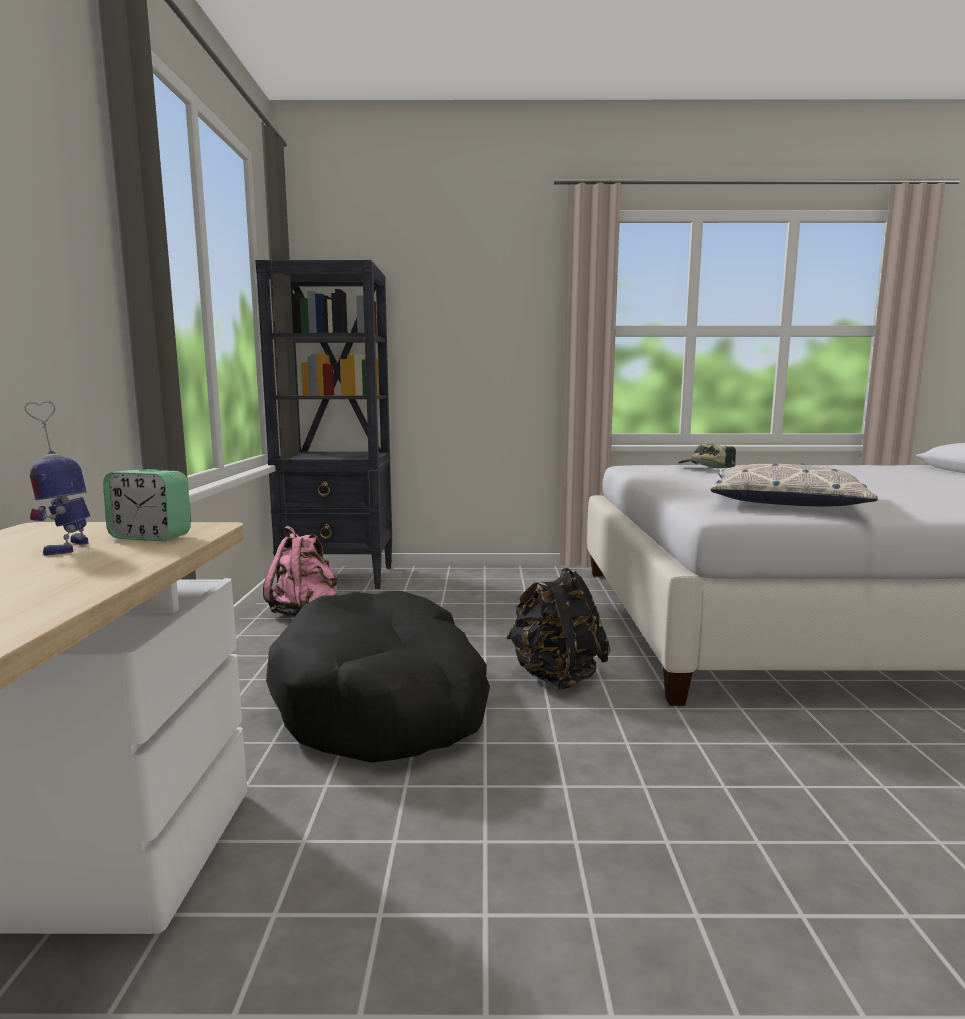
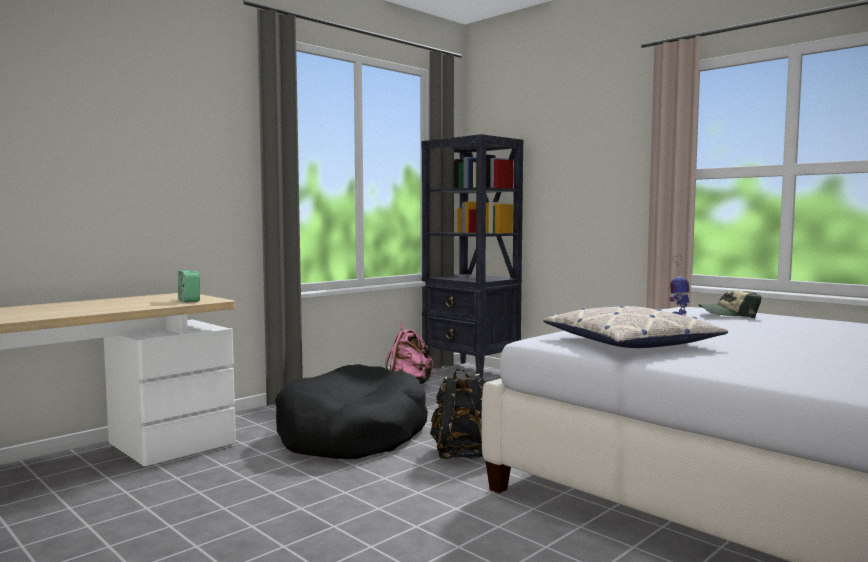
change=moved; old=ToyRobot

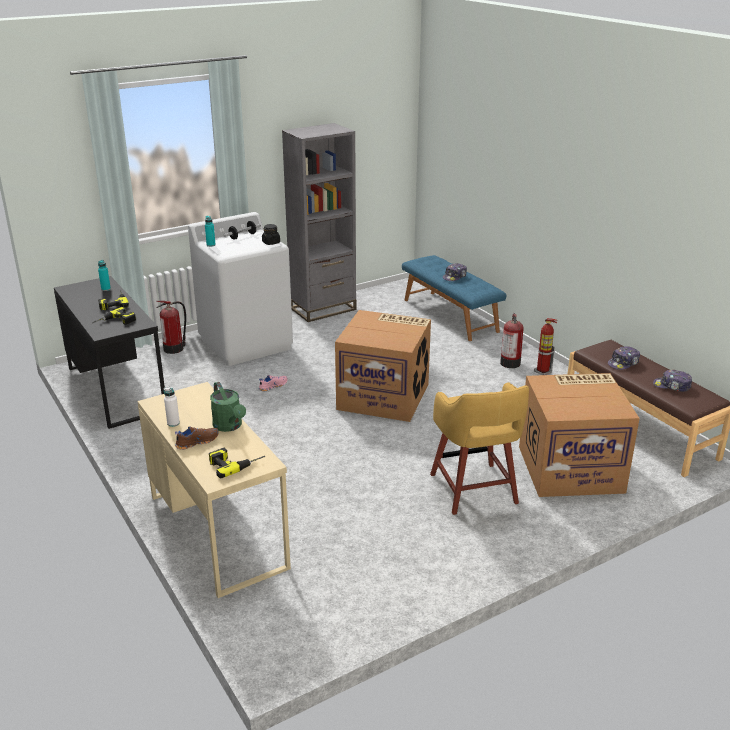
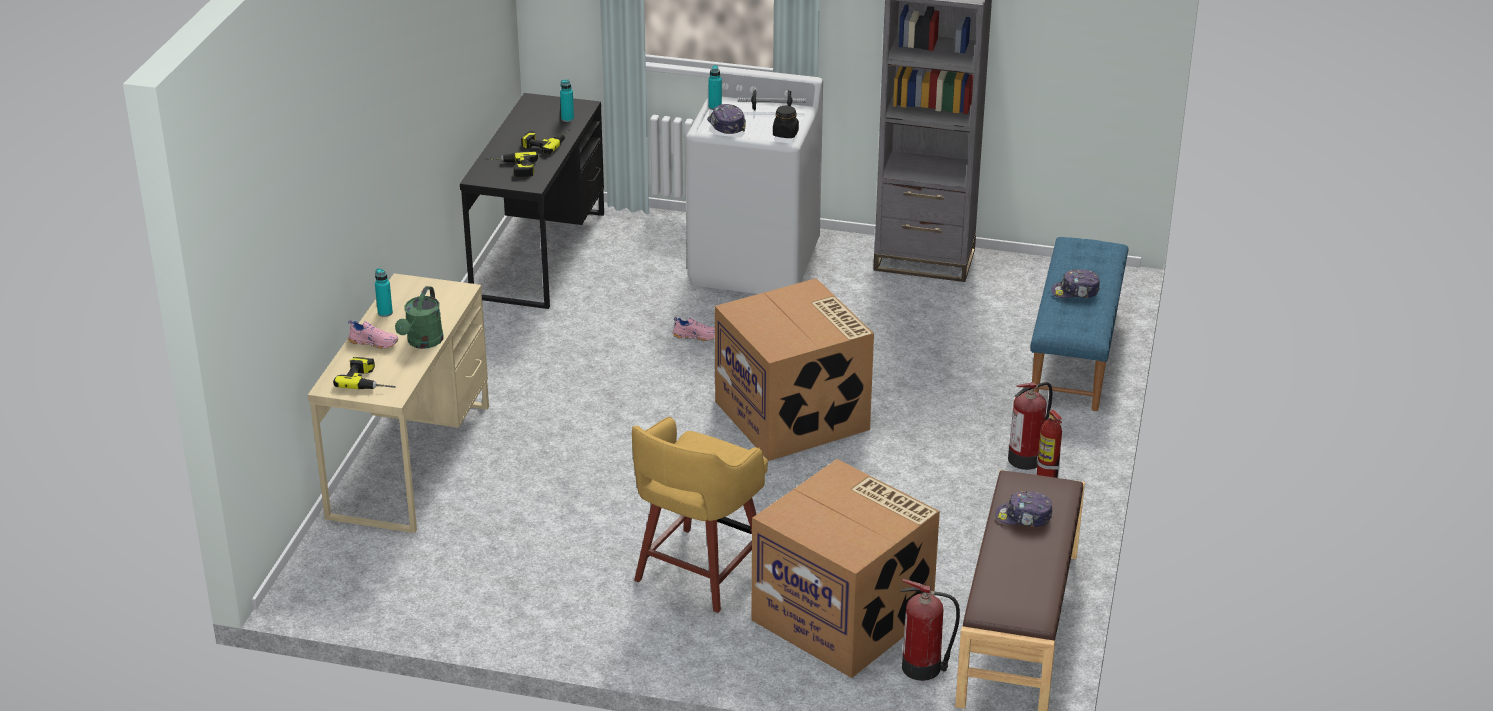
change=moved; old=FireExtinguisher (1st from left)
change=moved; old=Cap (3rd from left in the first image); new=Cap (1st from left)
change=recoloured; old=WhiteBottle; new=TurquoiseBottle (1st from left)
change=recoloured; old=BrownShoe; new=PinkShoe (1st from left)

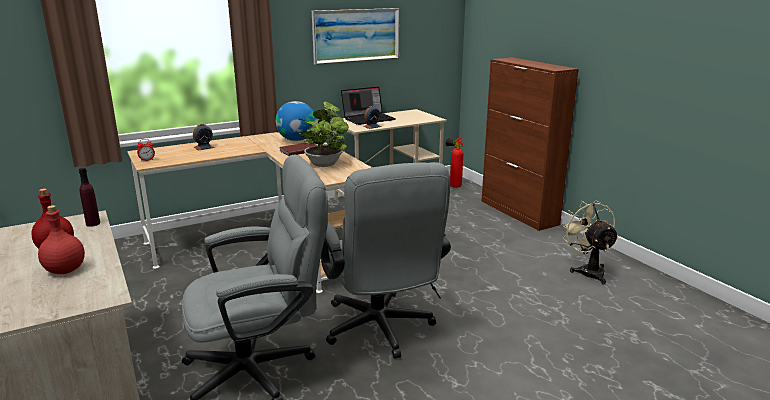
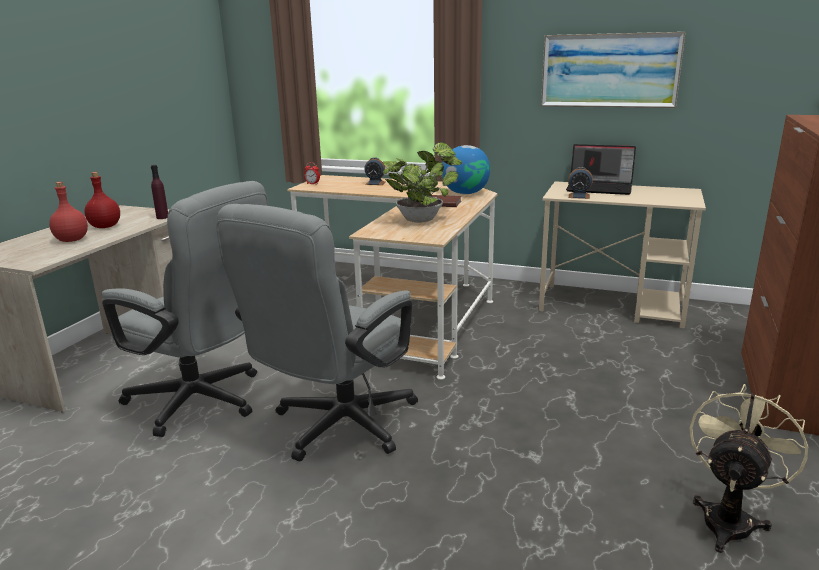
change=removed; old=FireExtinguisher

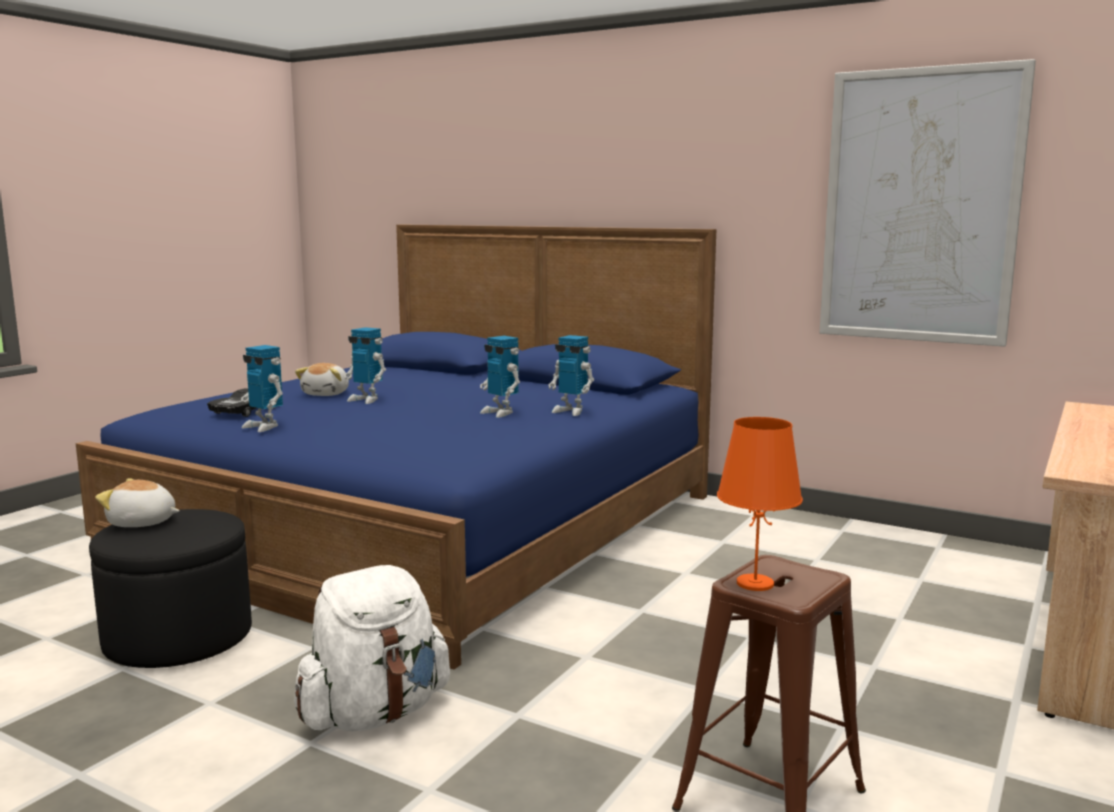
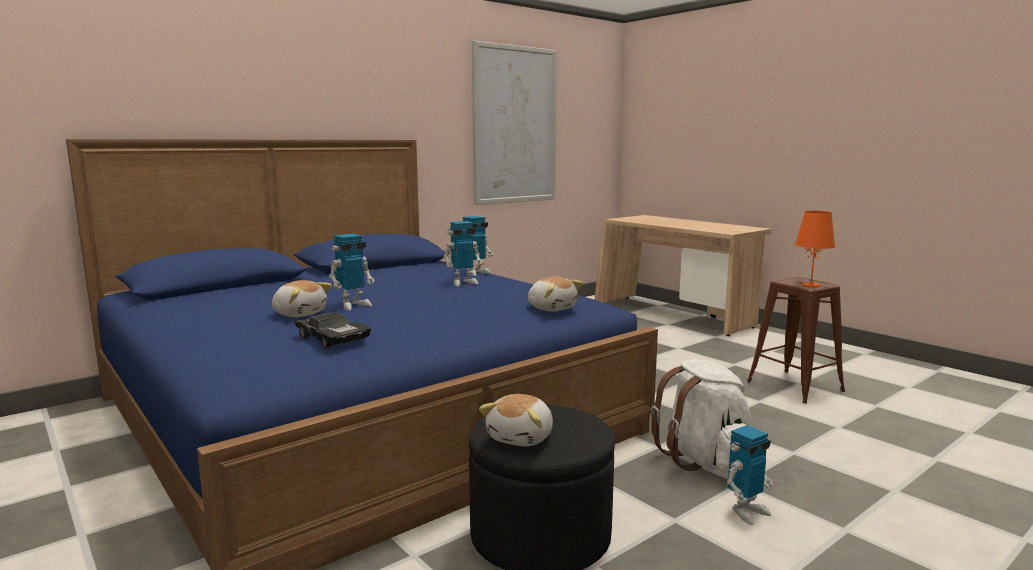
change=added; new=PlushToy (3rd from left)
change=moved; old=ToyRobot (1st from left in the first image); new=ToyRobot (4th from left)

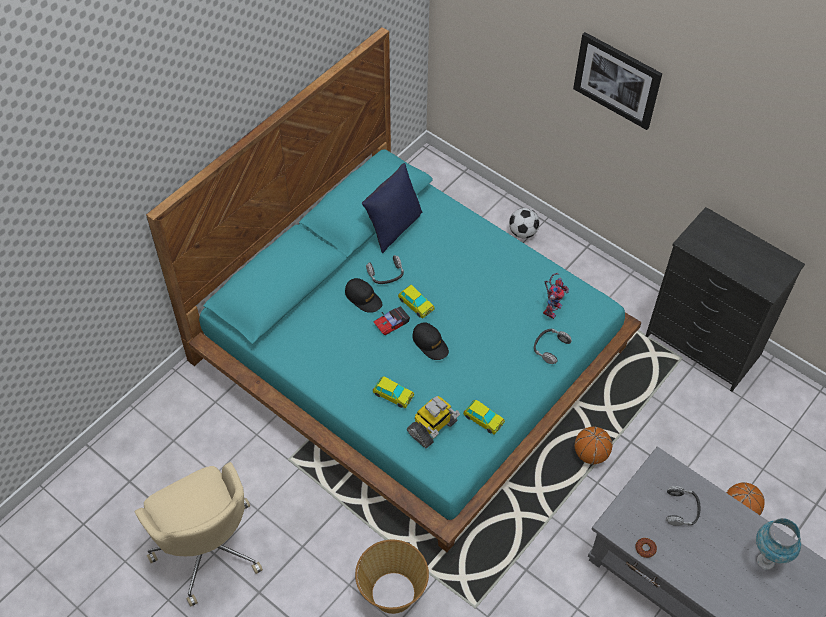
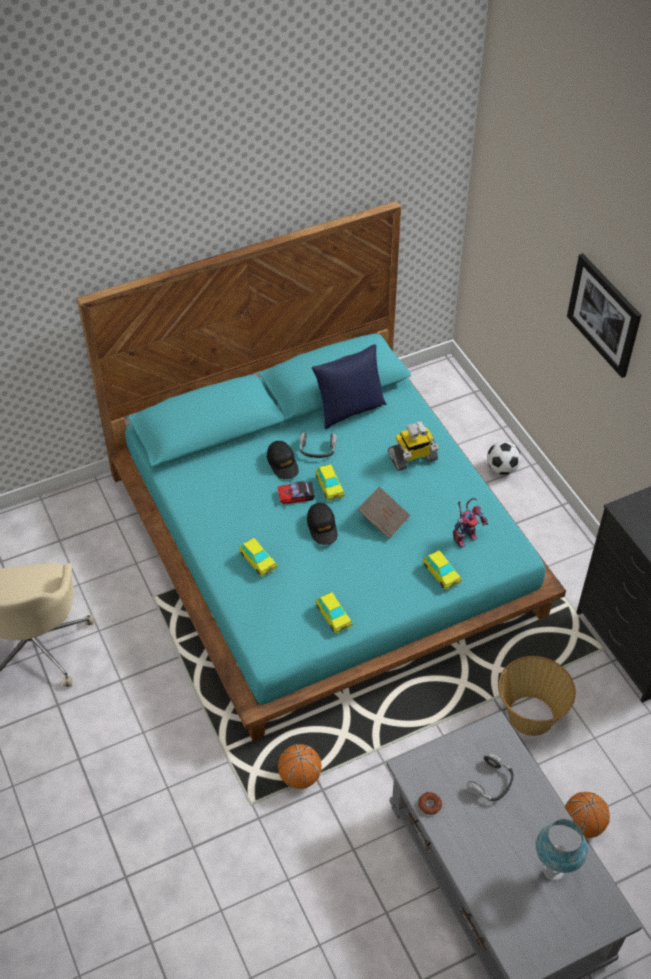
change=added; new=BrownBook
change=moved; old=Basket
change=moved; old=ToyRobot (1st from left)
change=moved; old=Basketball (1st from left)
change=replaced; old=Headphones (2nd from left); new=ToyCar (5th from left)

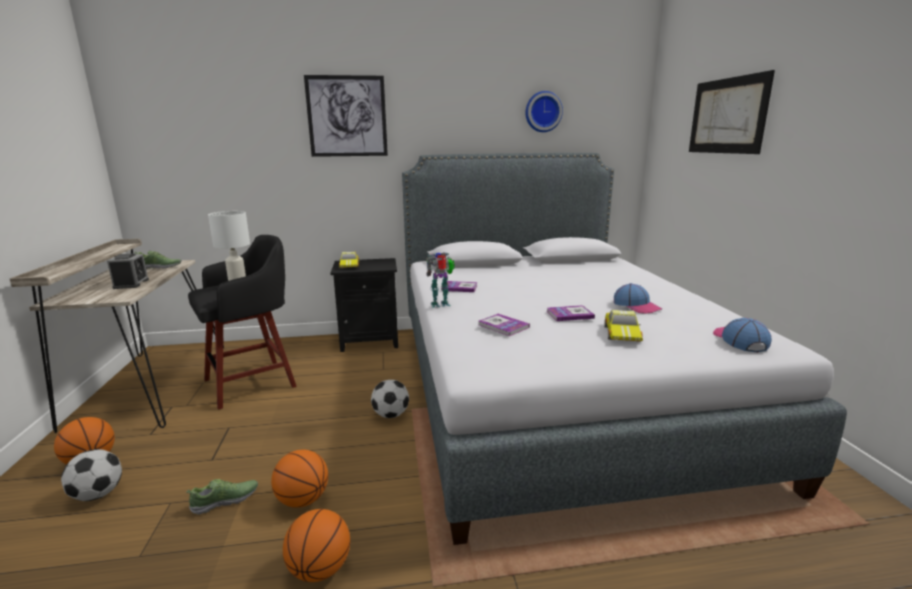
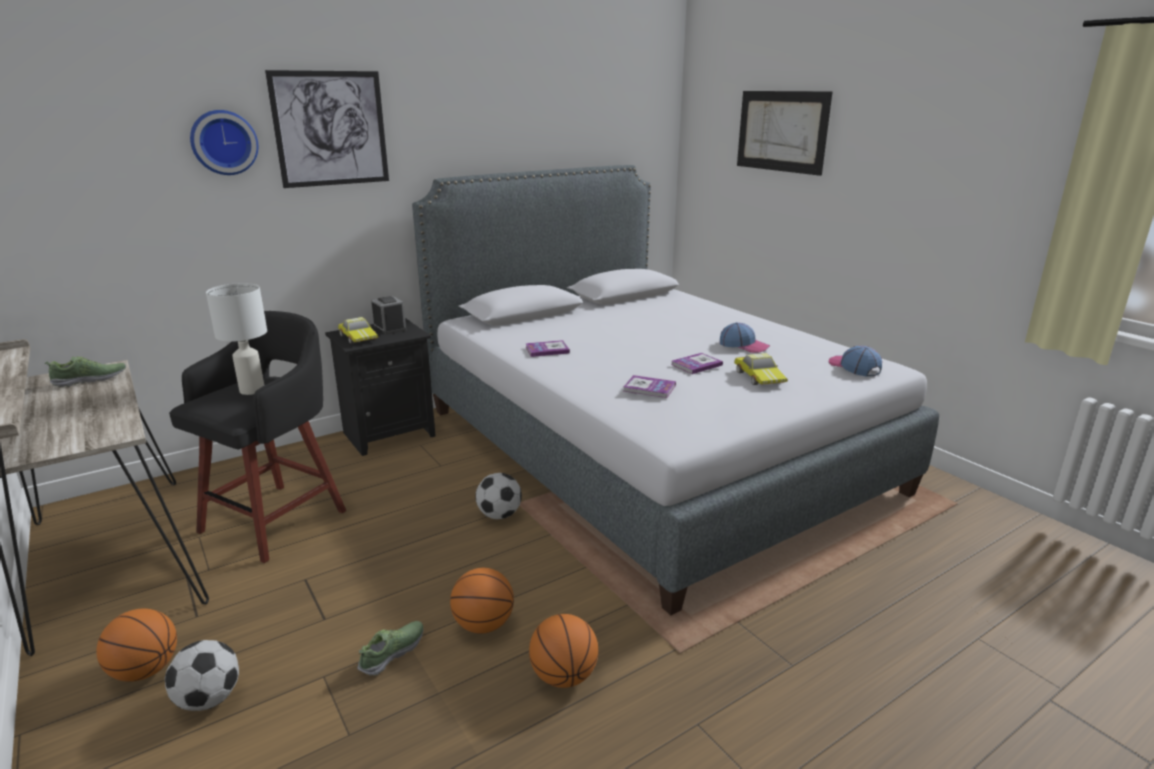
change=removed; old=ToyRobot
change=moved; old=AlarmClock
change=moved; old=WallClock

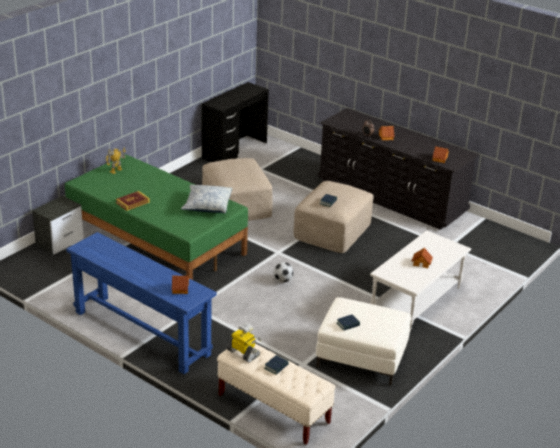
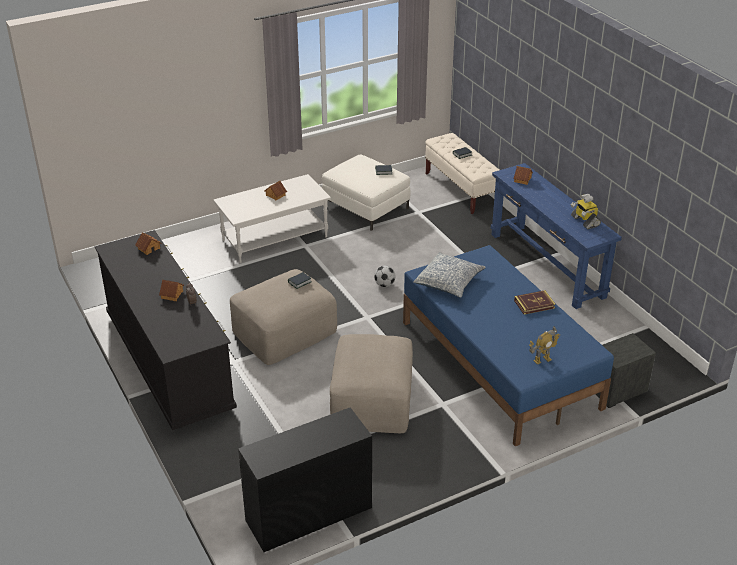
change=moved; old=ToyRobot (2nd from left)
change=recoloured; old=GreenBed; new=BlueBed

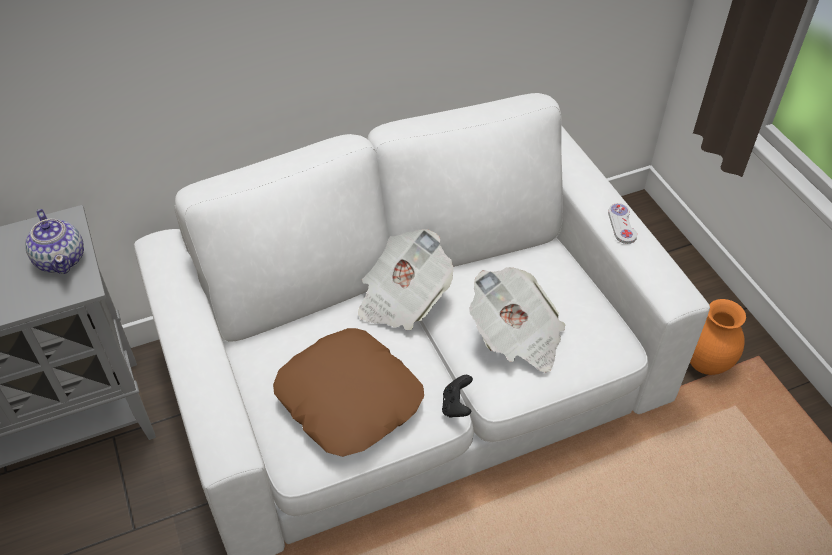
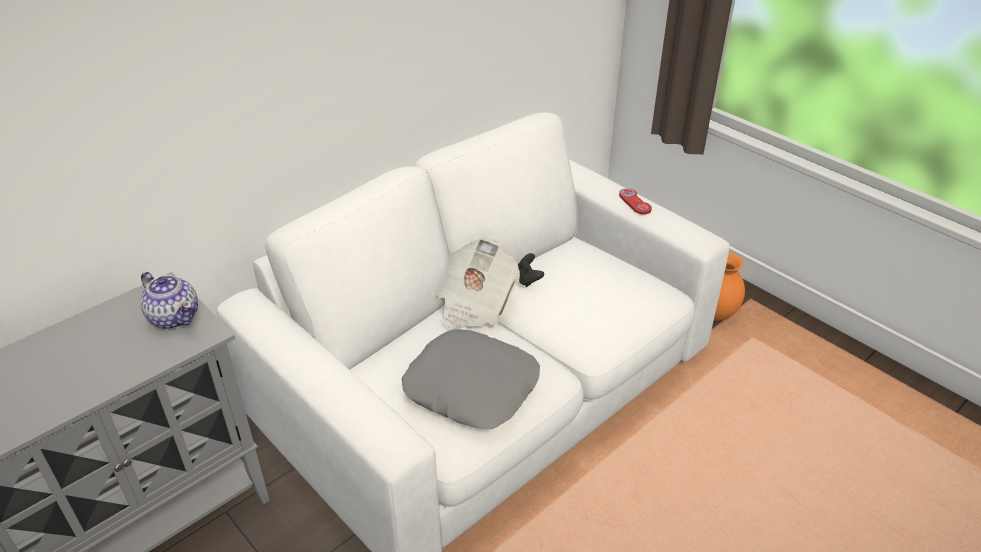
change=removed; old=Newspaper (2nd from left)
change=moved; old=BlackGameController
change=recoloured; old=BrownPillow; new=GreyPillow
change=recoloured; old=WhiteGameController; new=RedGameController

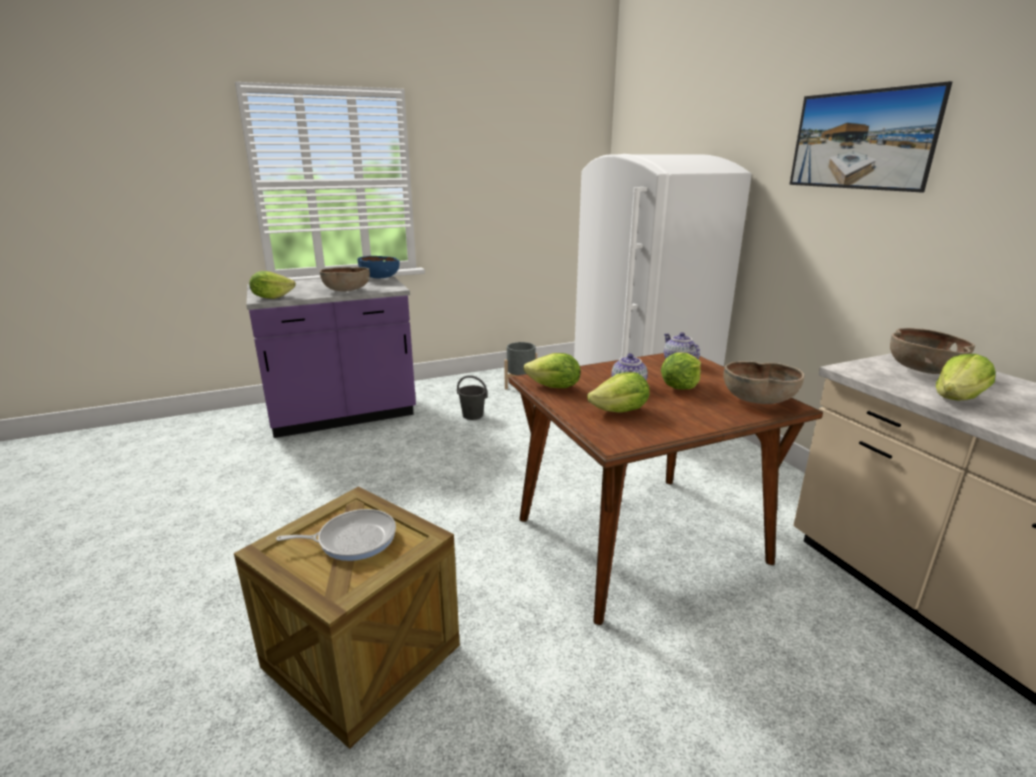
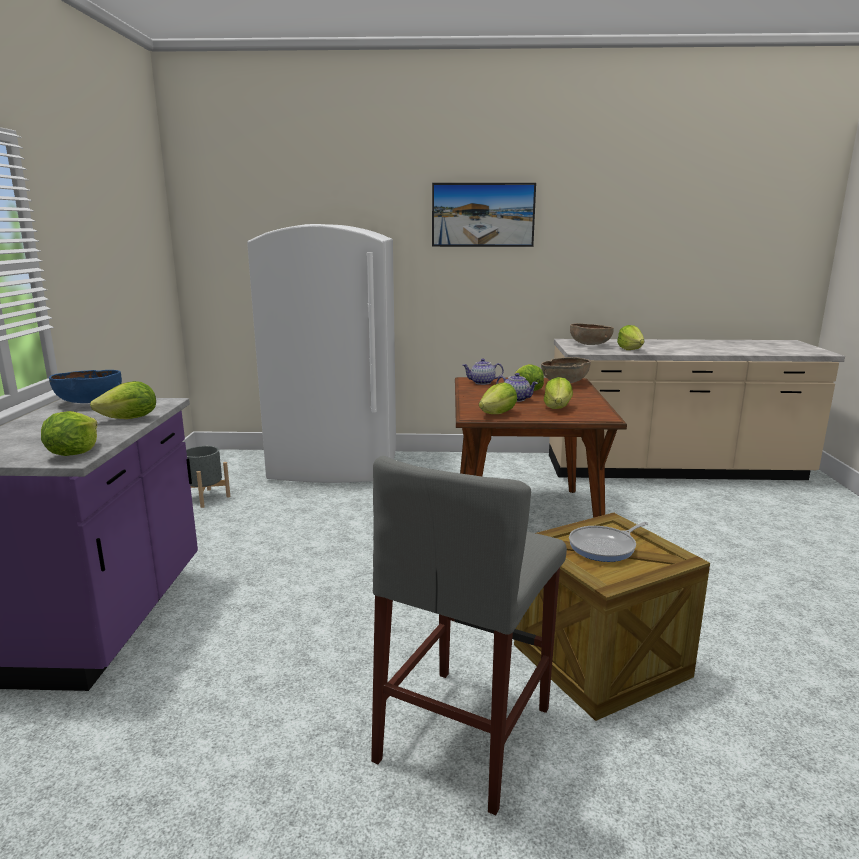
change=removed; old=GreyBucket
change=added; new=GreyStool
change=replaced; old=BrownBowl (1st from left); new=Lettuce (2nd from left)
change=turned; old=FryingPan; degrees=-135

